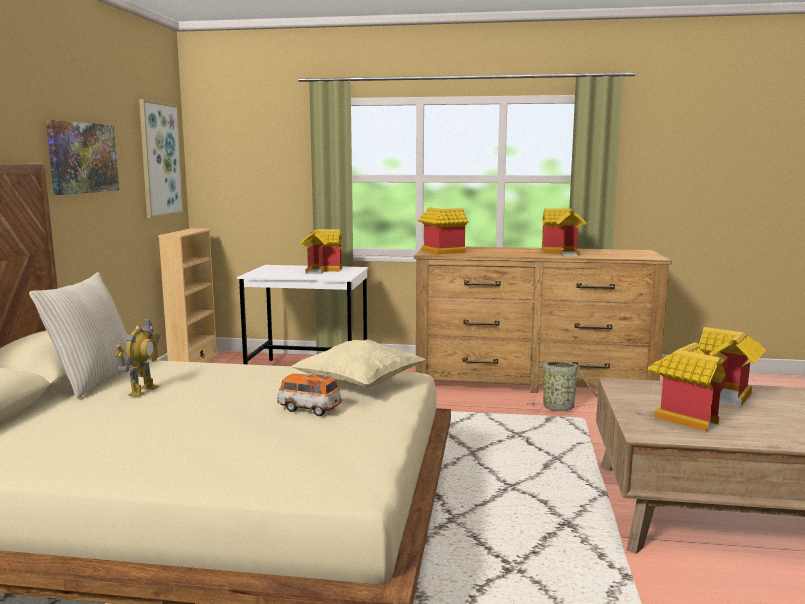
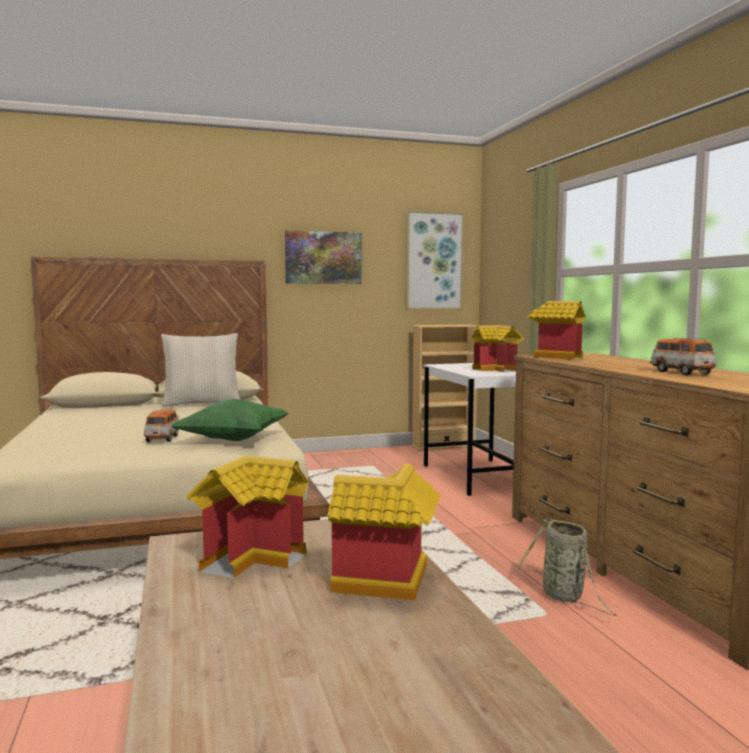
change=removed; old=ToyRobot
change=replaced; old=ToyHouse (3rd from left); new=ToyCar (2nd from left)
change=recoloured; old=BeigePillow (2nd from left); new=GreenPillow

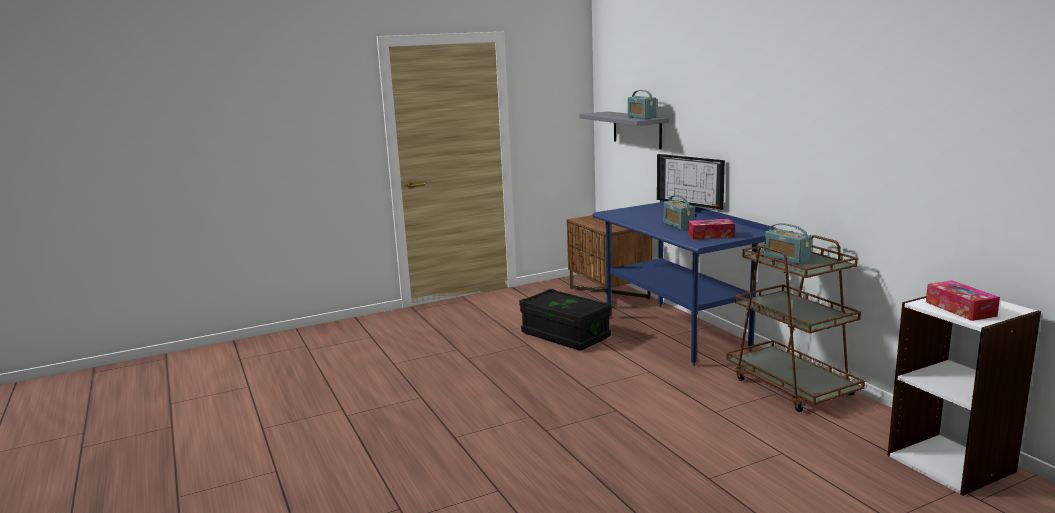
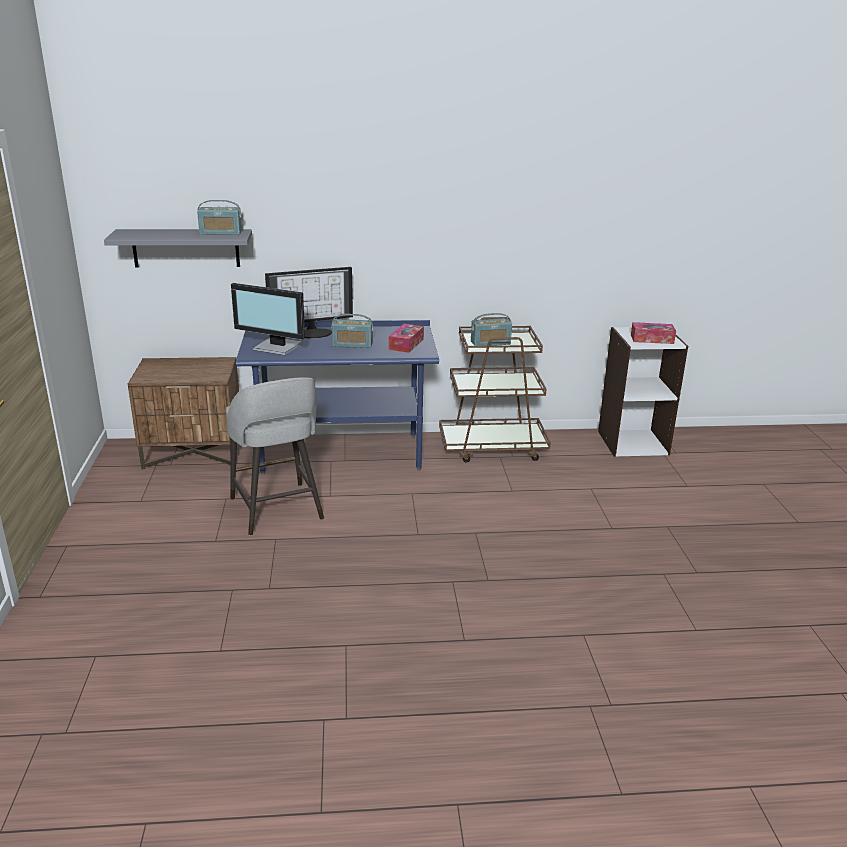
change=added; new=Monitor (1st from left)
change=replaced; old=BlackStorageBox; new=GreyStool

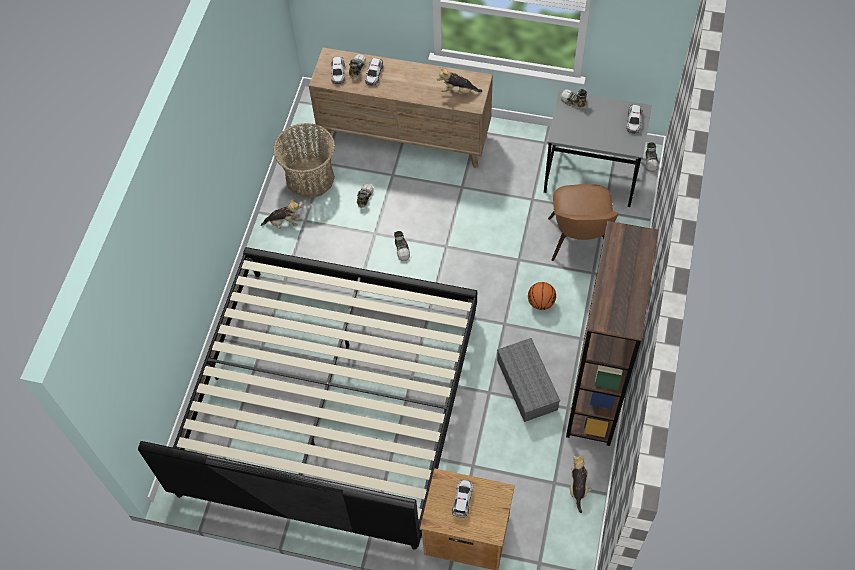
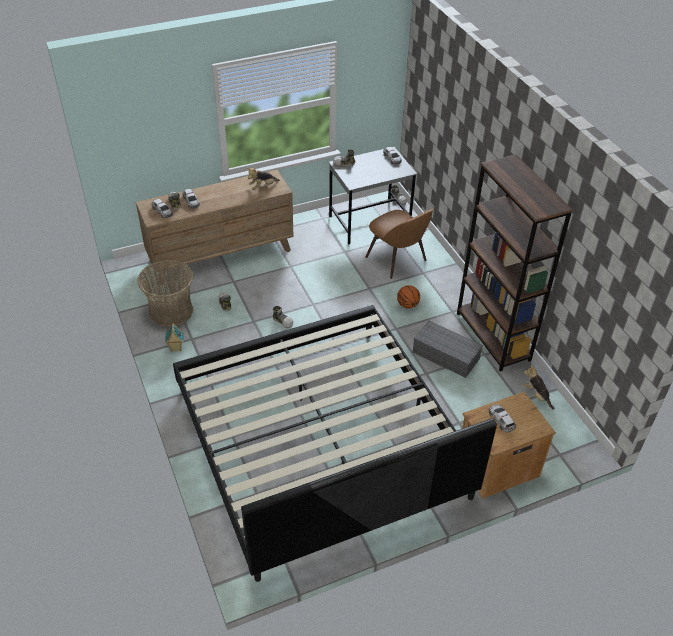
change=replaced; old=PlushToy (1st from left); new=ToyHouse

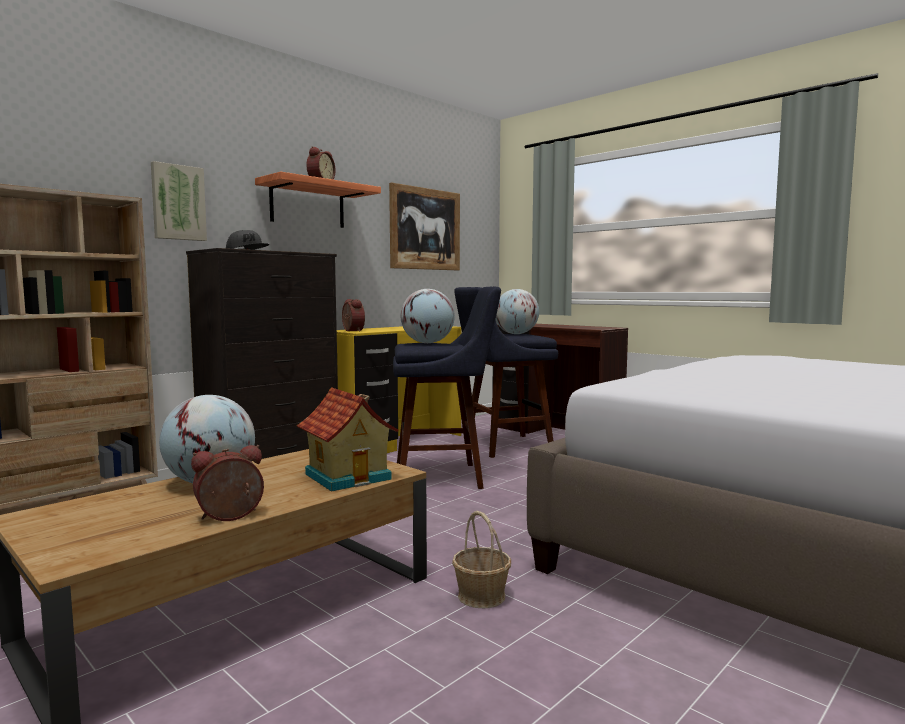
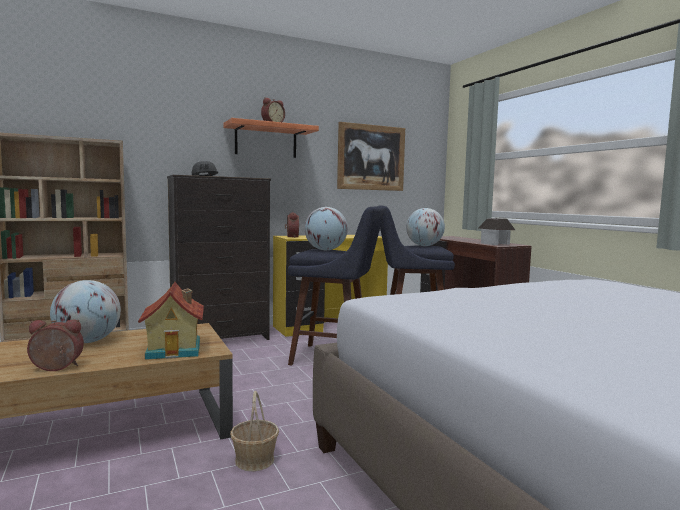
change=removed; old=Picture (1st from left)
change=added; new=ToyHouse (2nd from left)

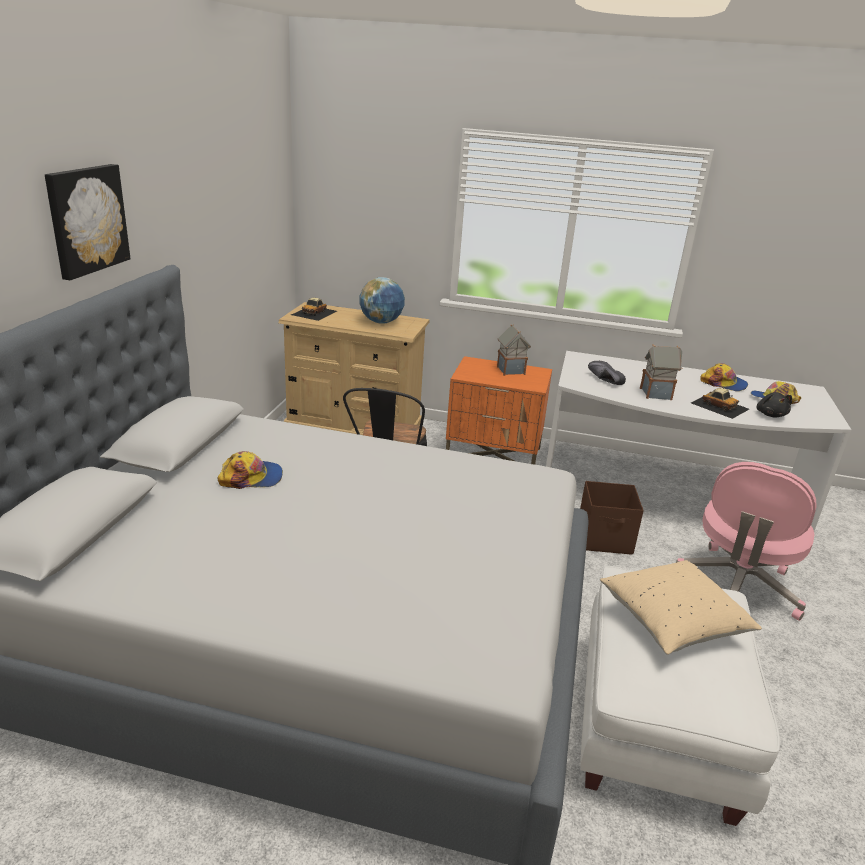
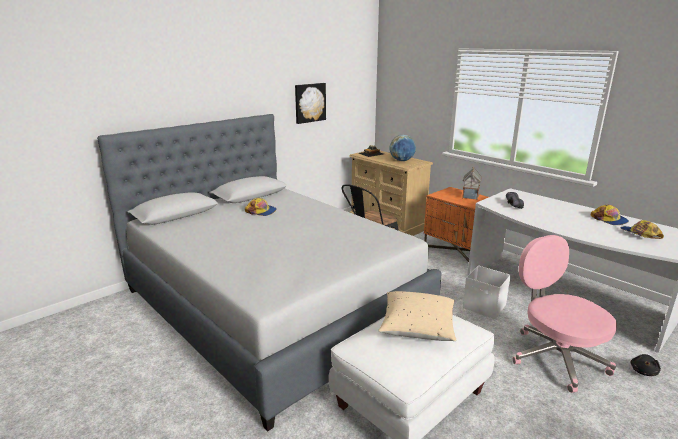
change=removed; old=ToyHouse (2nd from left)
change=removed; old=ToyCar (2nd from left)
change=moved; old=Picture
change=moved; old=BlackPlushToy
change=recoloured; old=BrownStorageBox; new=WhiteStorageBox
change=turned; old=PinkOfficeChair; degrees=90

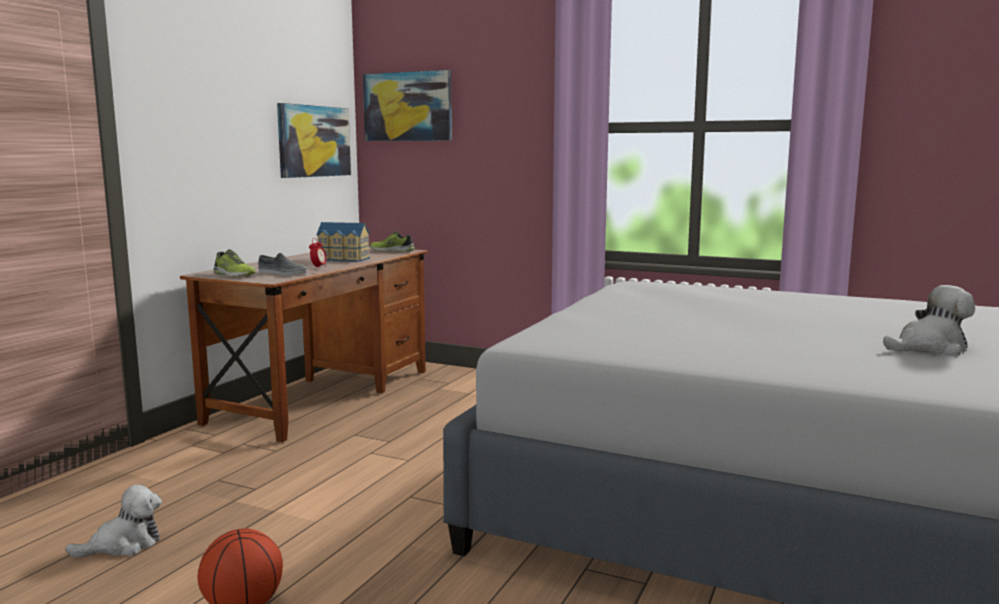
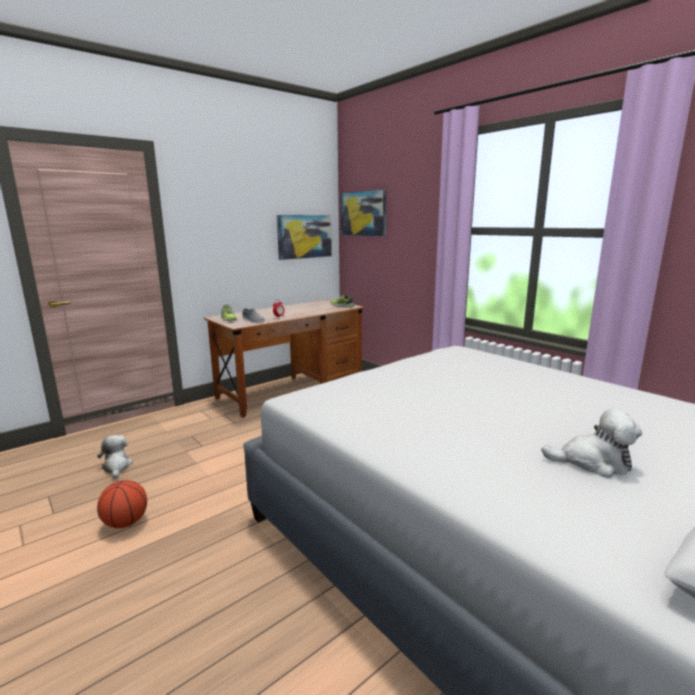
change=removed; old=ToyHouse
change=turned; old=PlushToy (1st from left); degrees=-105

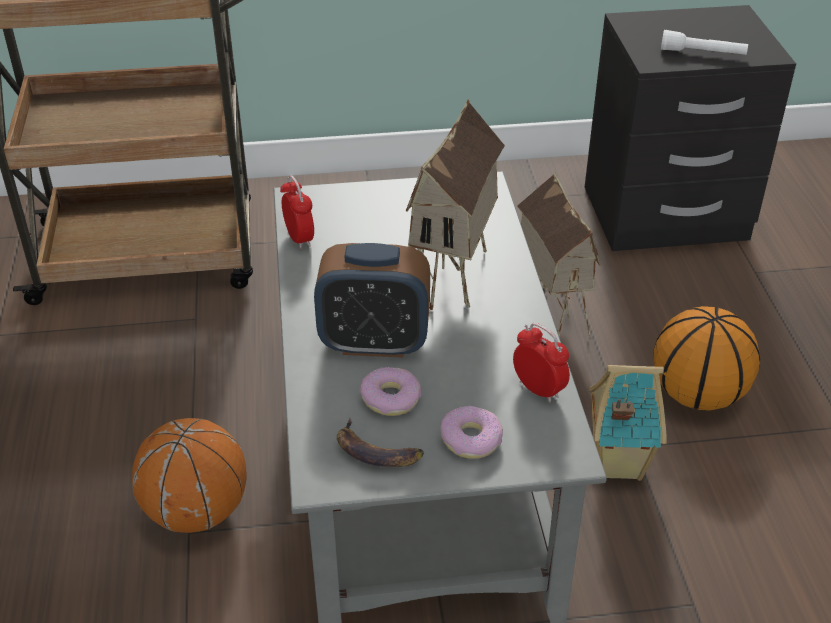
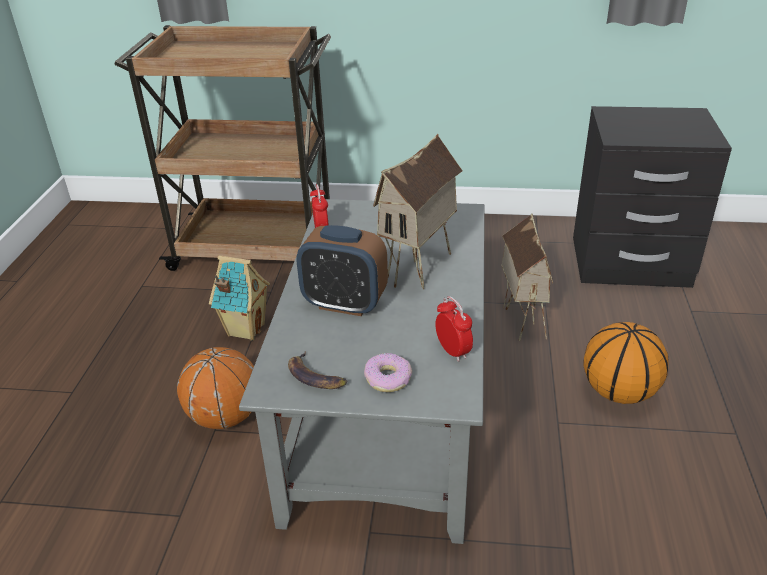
change=removed; old=Donut (1st from left)
change=removed; old=WhiteFlashlight
change=moved; old=ToyHouse (3rd from left in the first image); new=ToyHouse (1st from left)

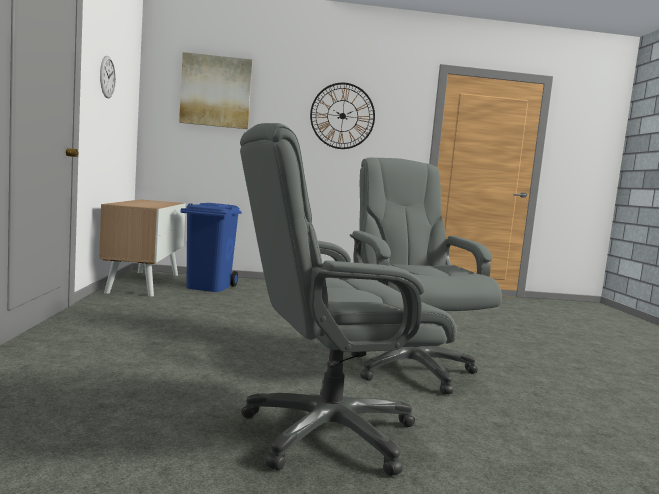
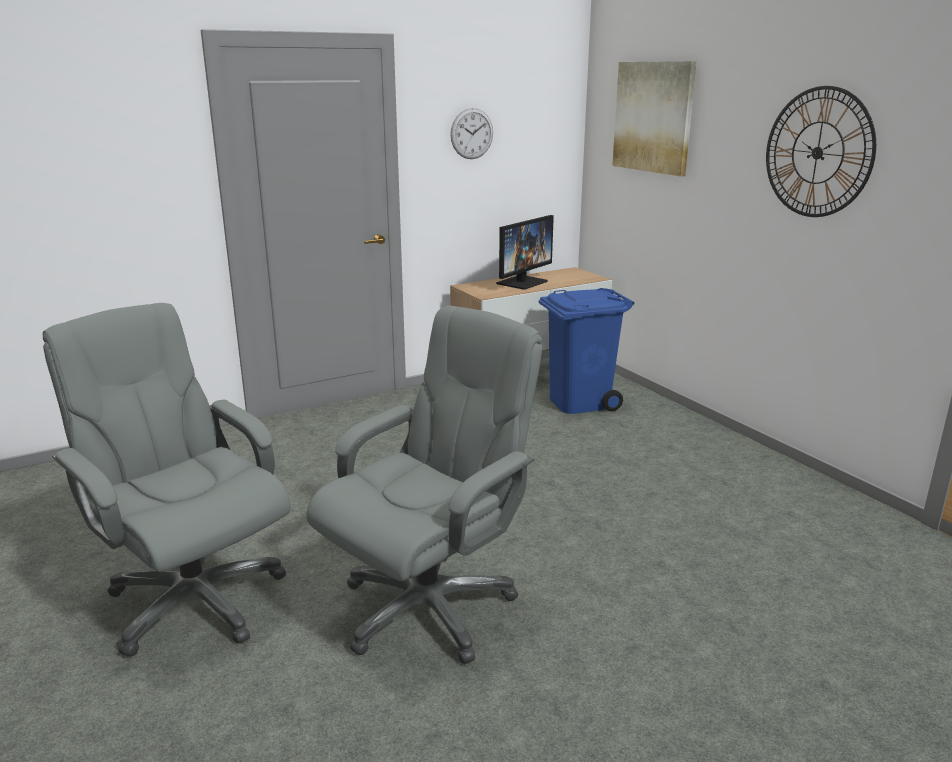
change=added; new=Monitor

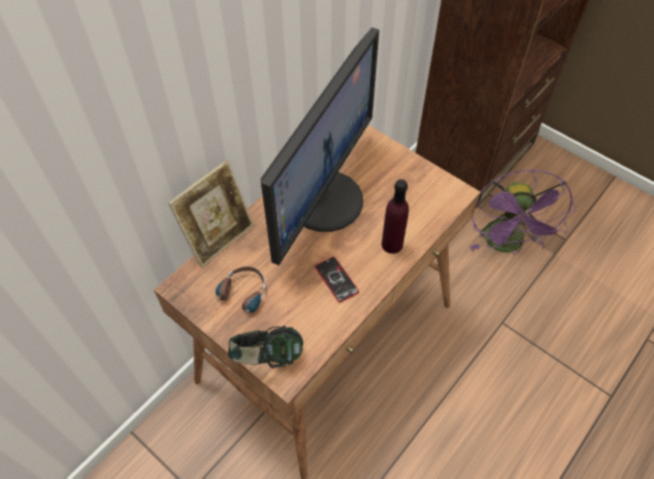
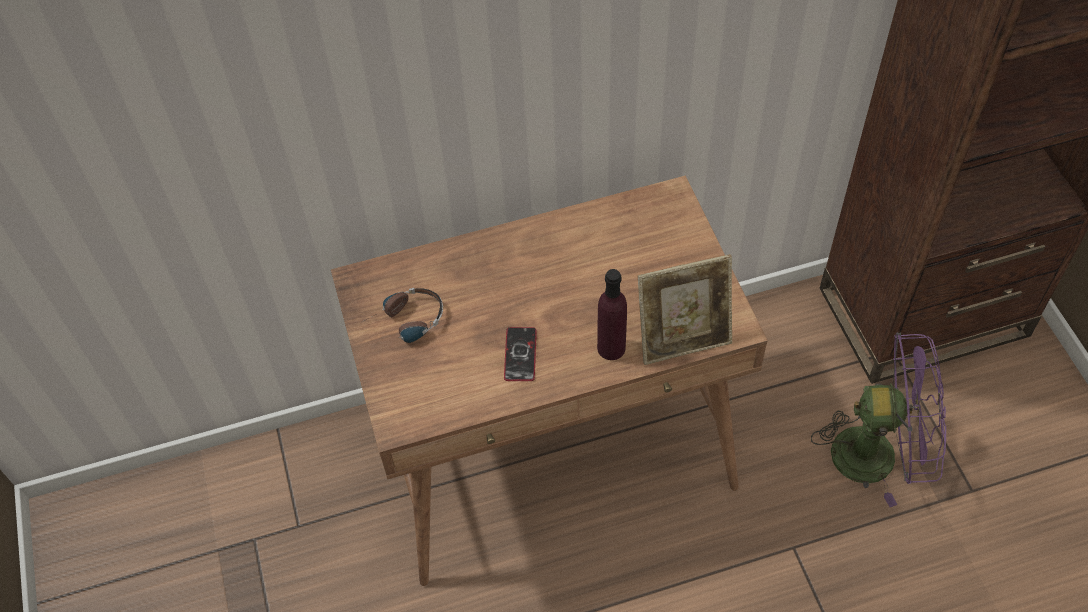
change=removed; old=Headphones (2nd from left)
change=removed; old=Monitor
change=moved; old=PictureFrame
change=turned; old=PurpleFan; degrees=-120

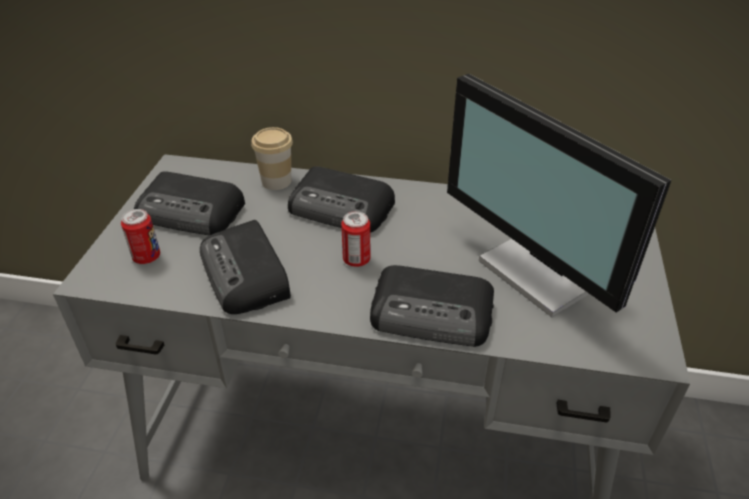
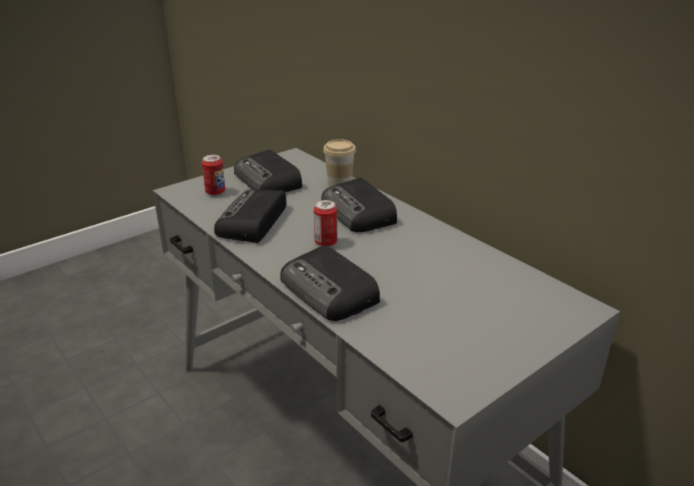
change=removed; old=Monitor

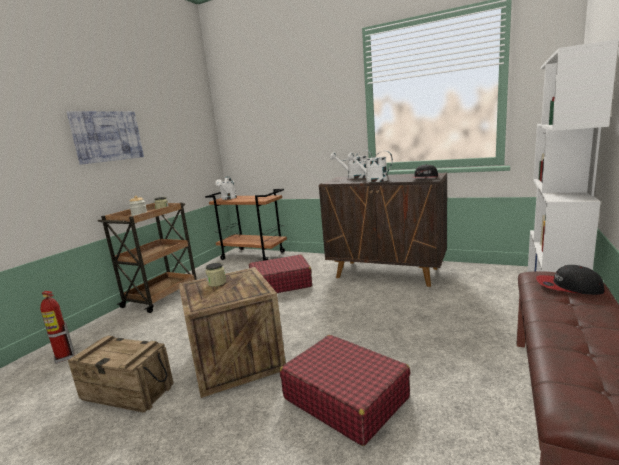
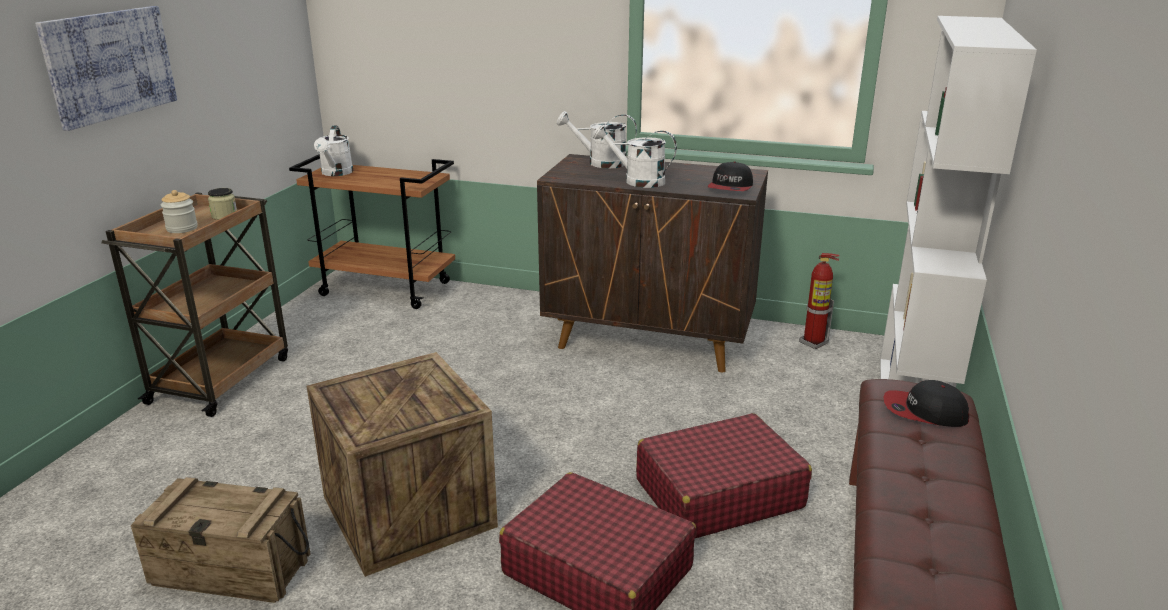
change=removed; old=Jar (3rd from left)
change=moved; old=FireExtinguisher
change=moved; old=RedSuitcase (1st from left in the first image); new=RedSuitcase (2nd from left)

